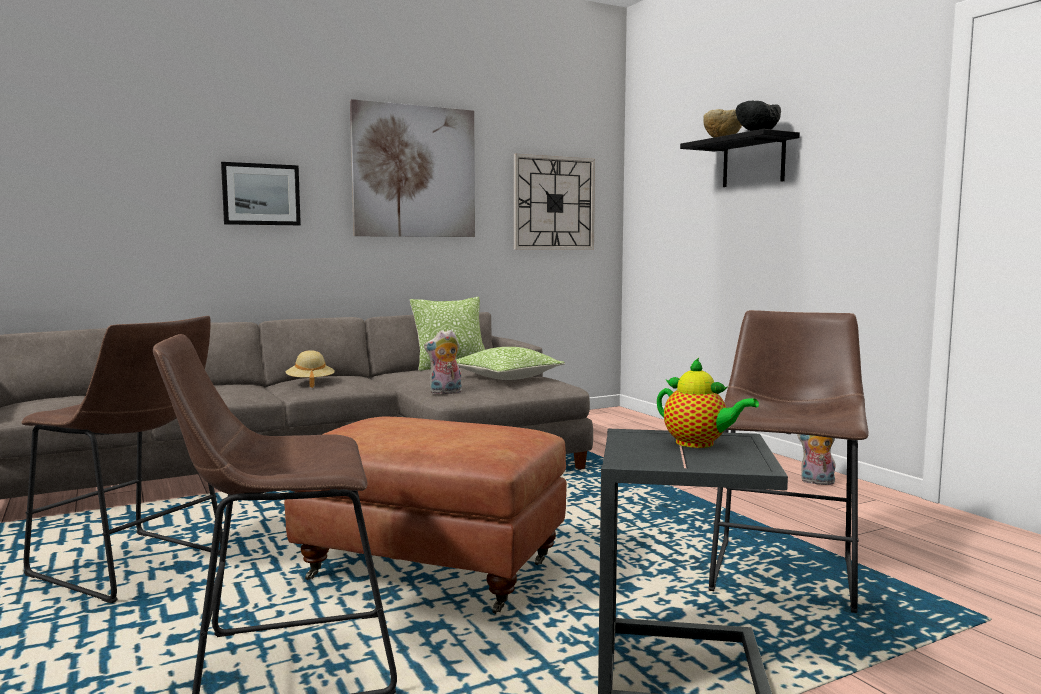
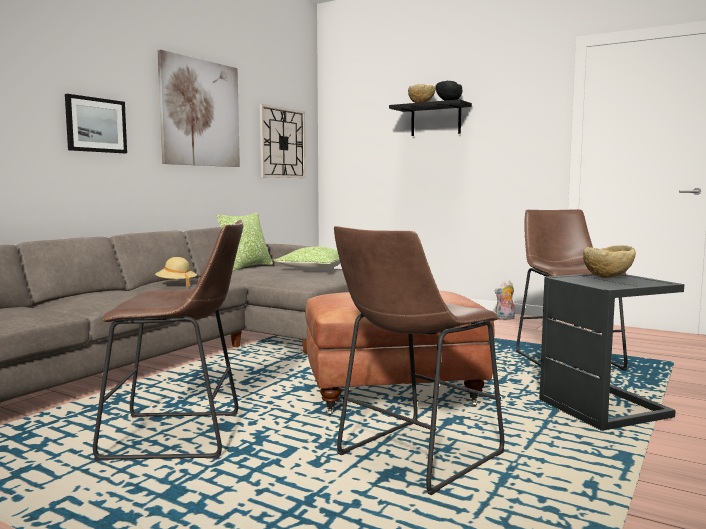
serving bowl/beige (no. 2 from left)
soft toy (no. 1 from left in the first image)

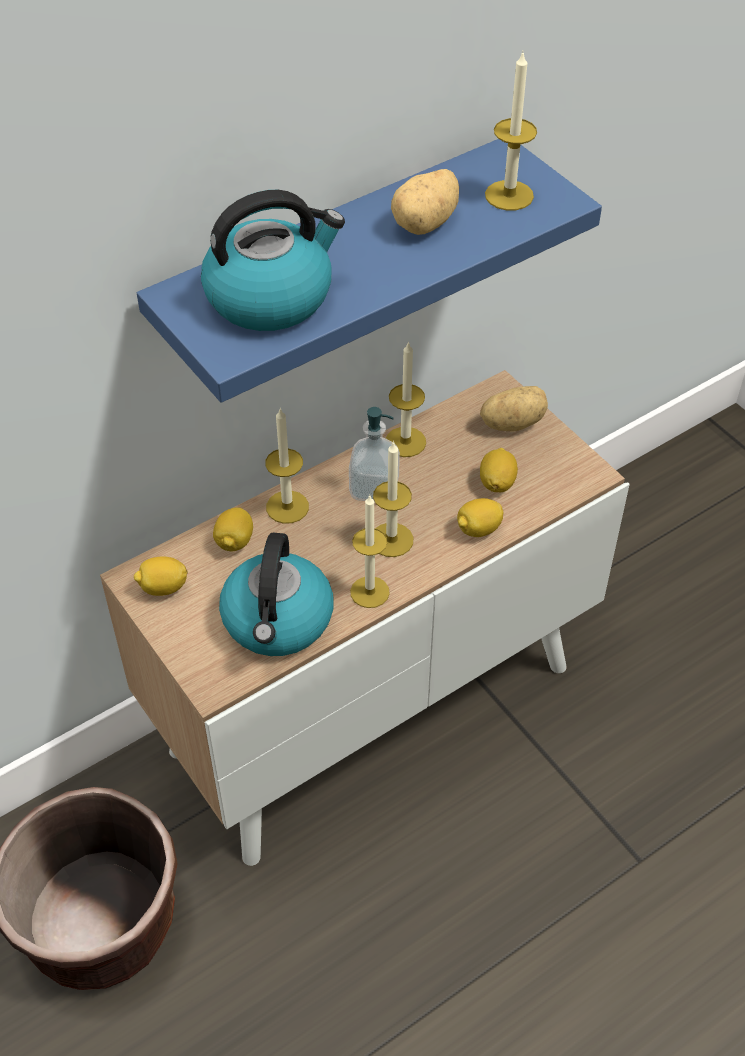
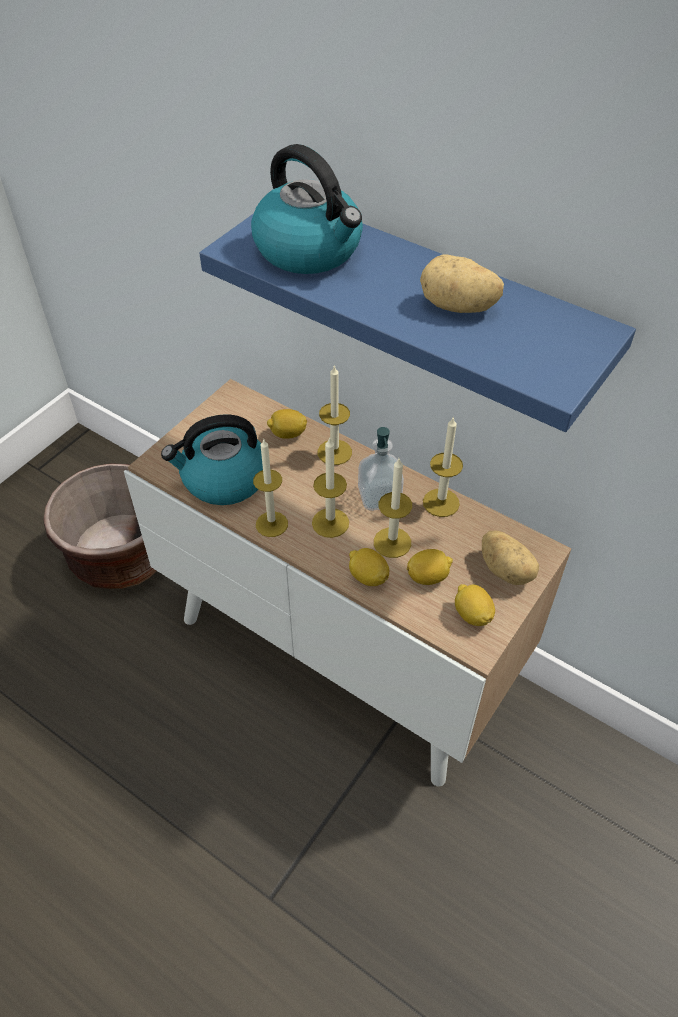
candle (no. 4 from left)
lemon (no. 4 from left)

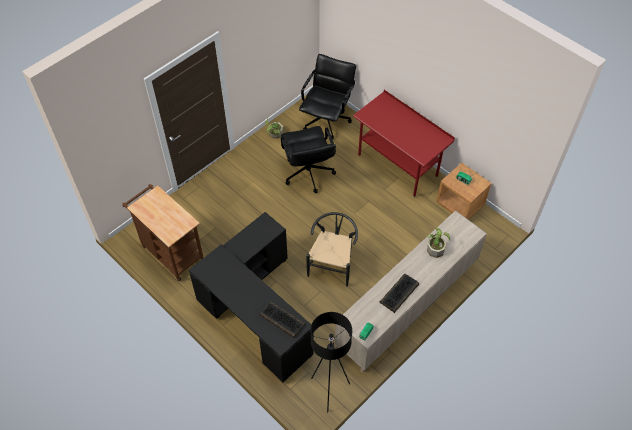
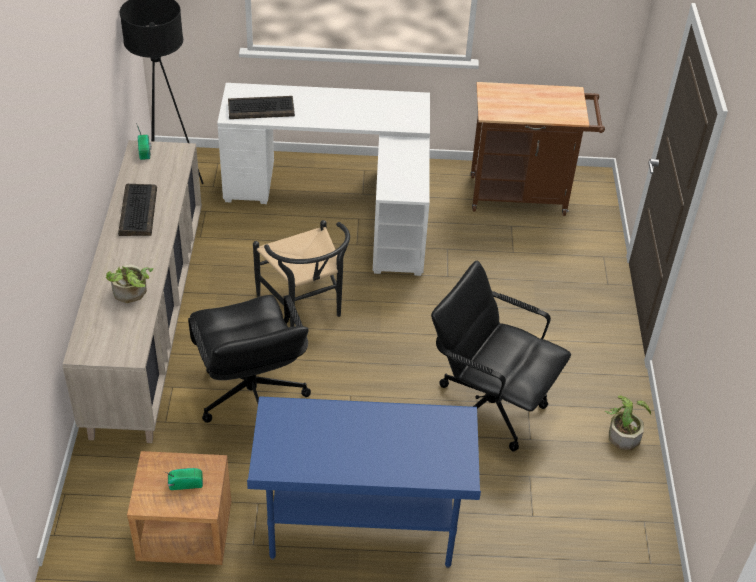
computer chair/black (no. 1 from left)
desk/white
desk/blue-coloured

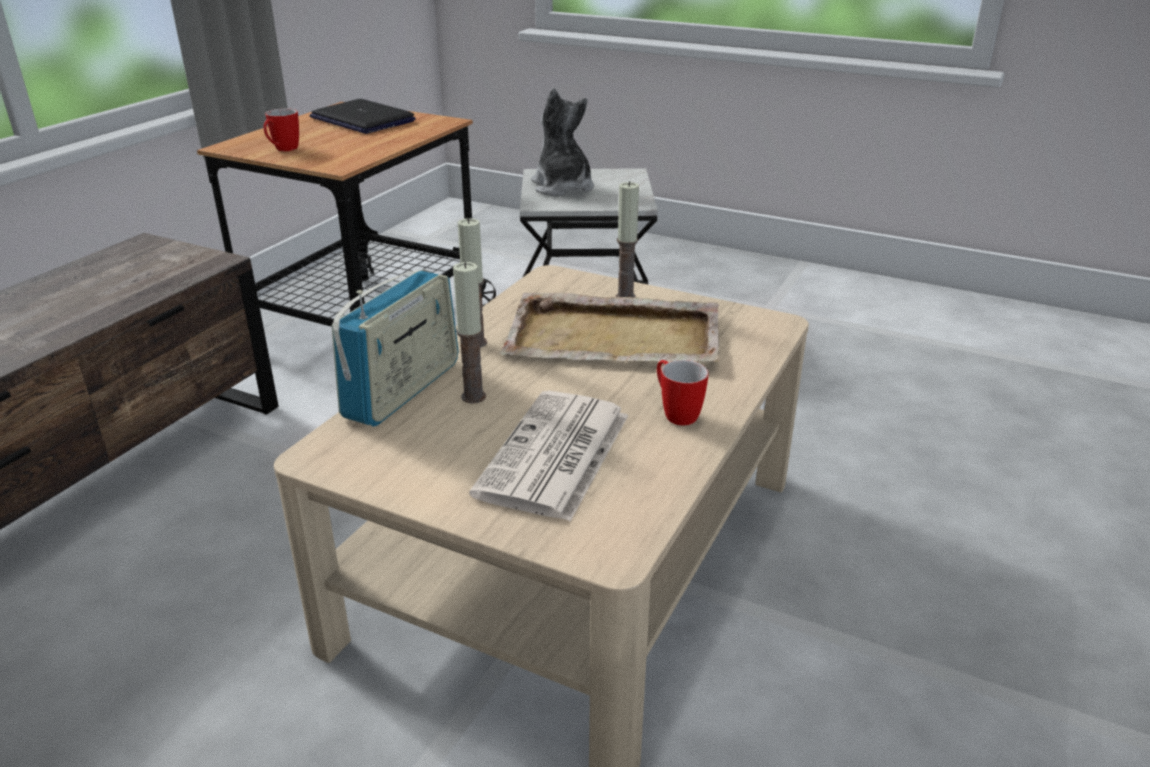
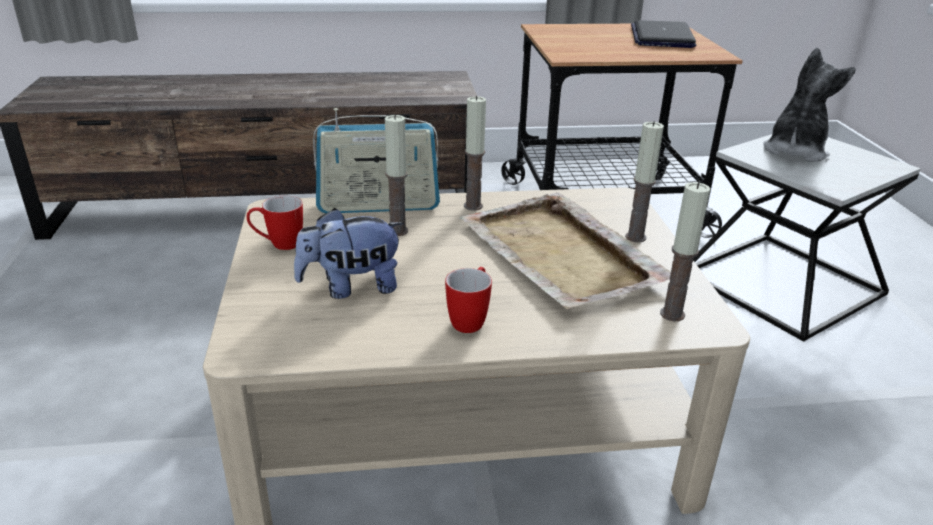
mug (no. 1 from left)
soft toy (no. 1 from left)
candle (no. 4 from left)

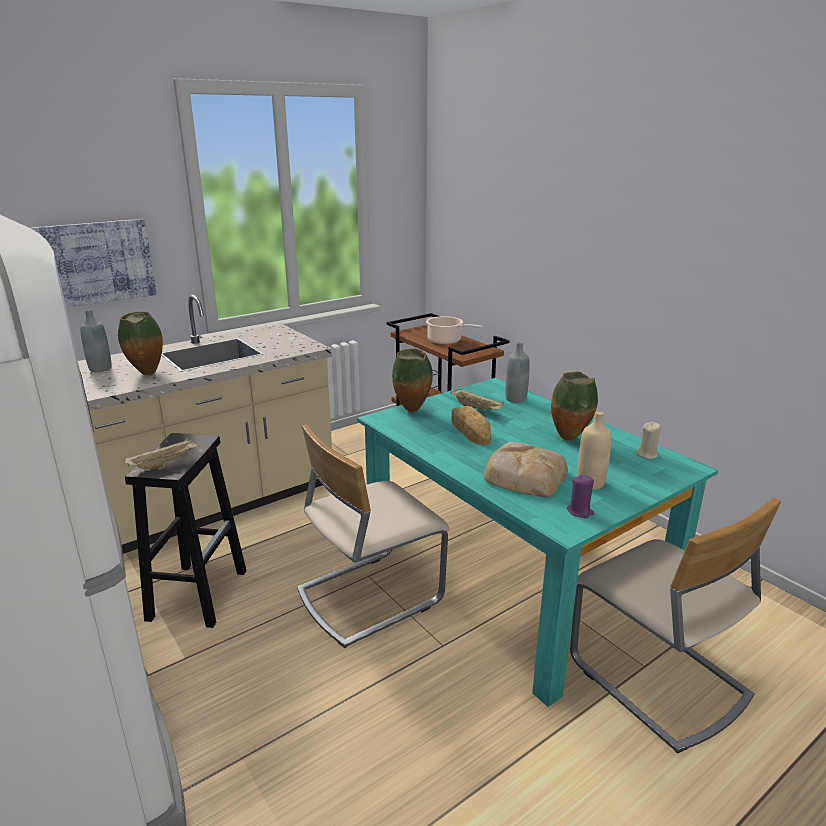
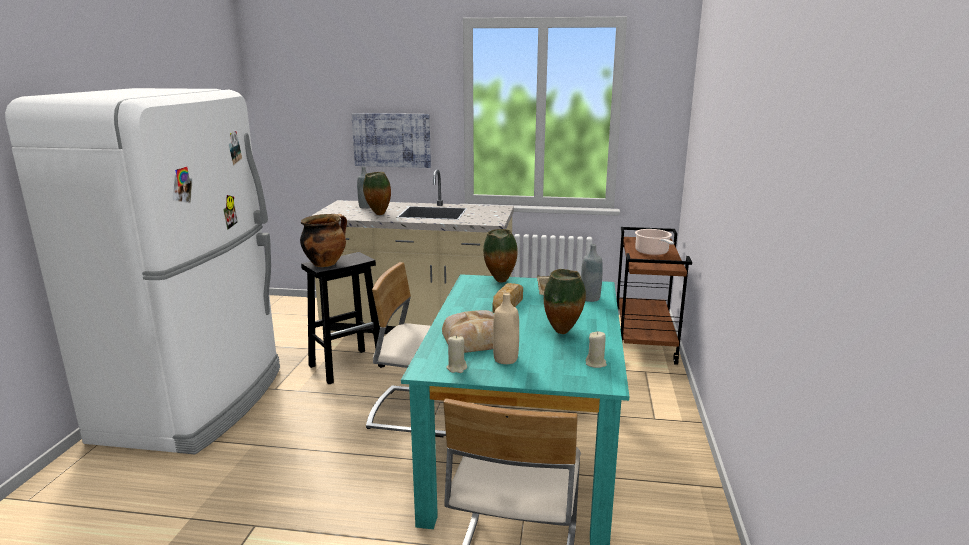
cooking pot (no. 1 from left)
candle/beige (no. 1 from left)

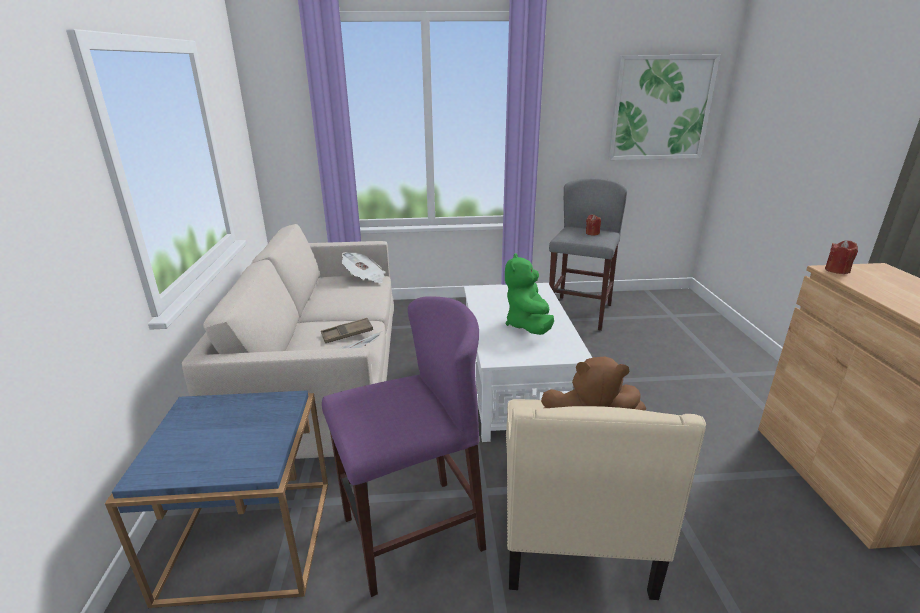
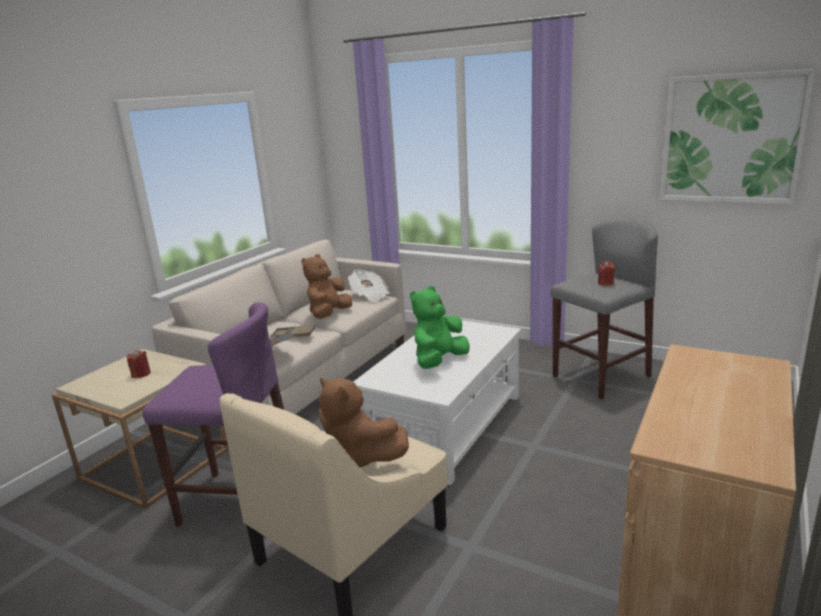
end table/beige
candle/red-coloured (no. 1 from left)
soft toy/brown-coloured (no. 1 from left)

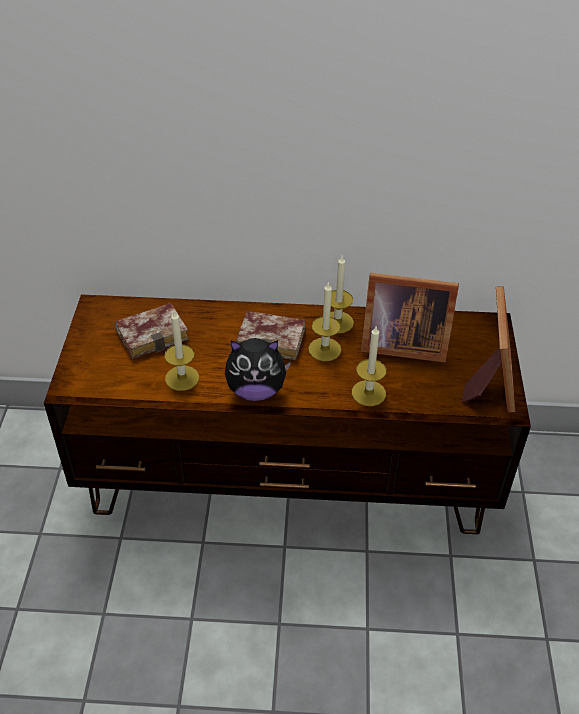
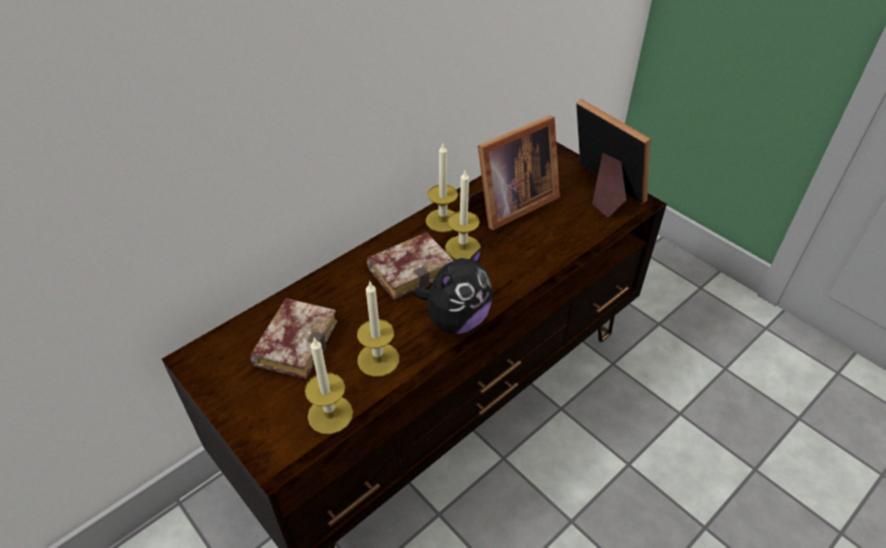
candle (no. 1 from left)

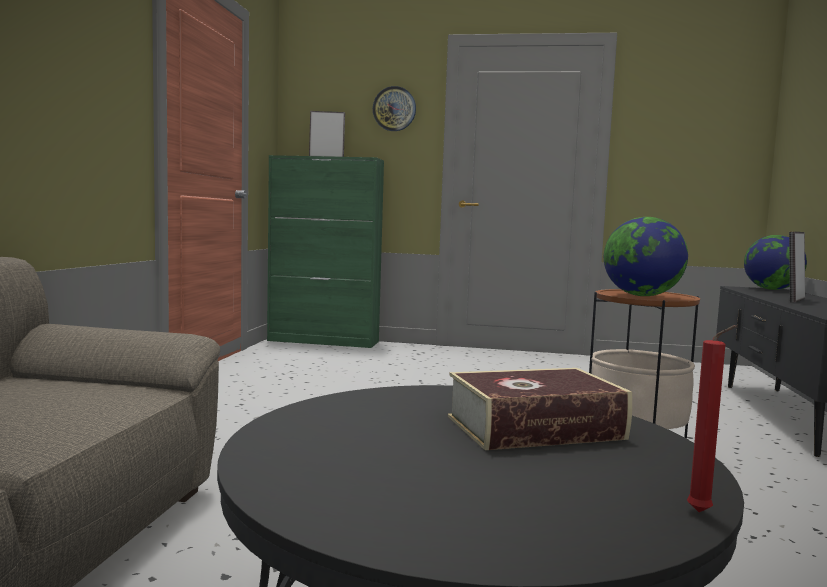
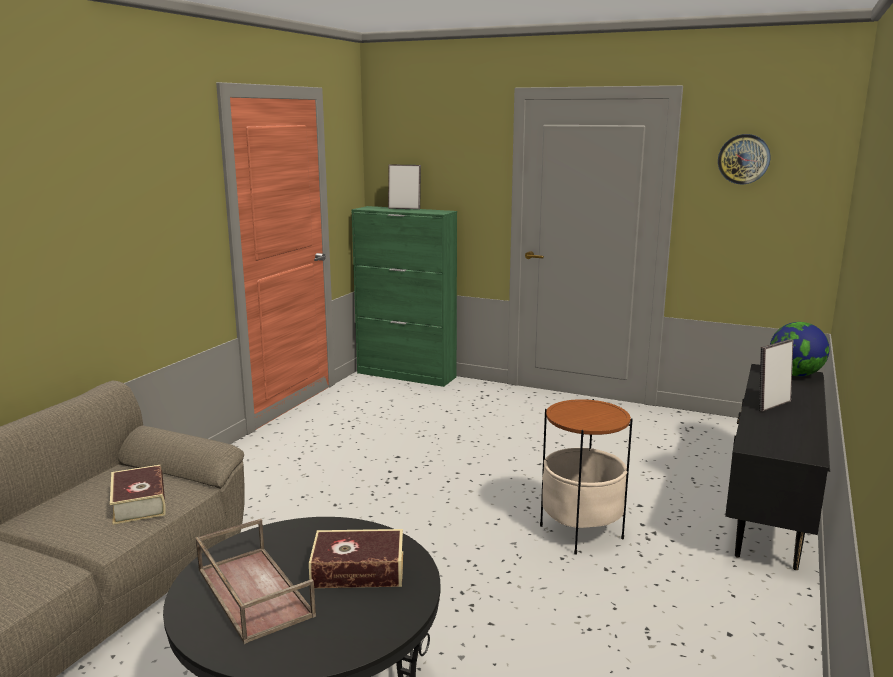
volume (no. 1 from left)
tray/brown-coloured
wall clock
globe (no. 1 from left in the first image)
candle/red-coloured

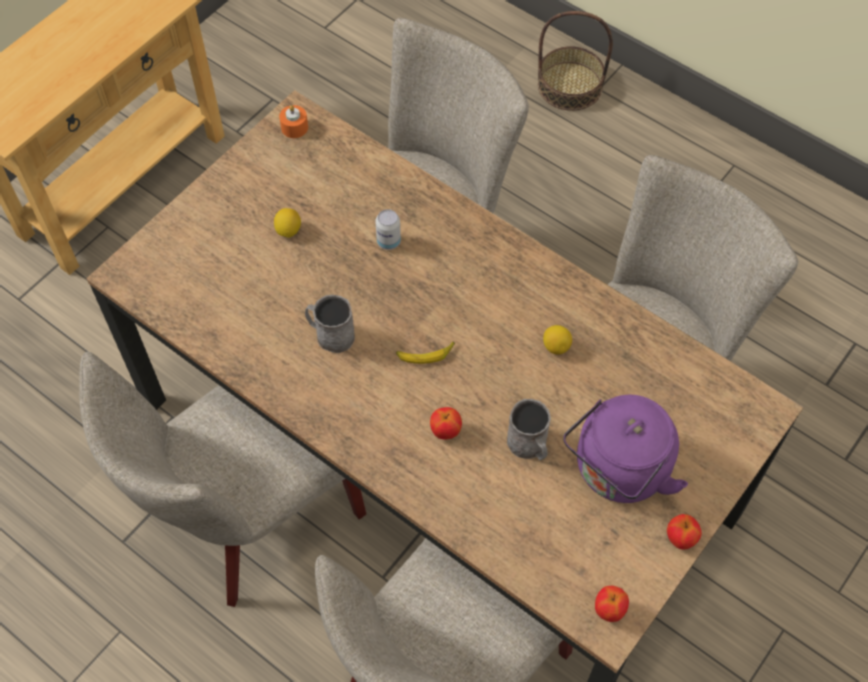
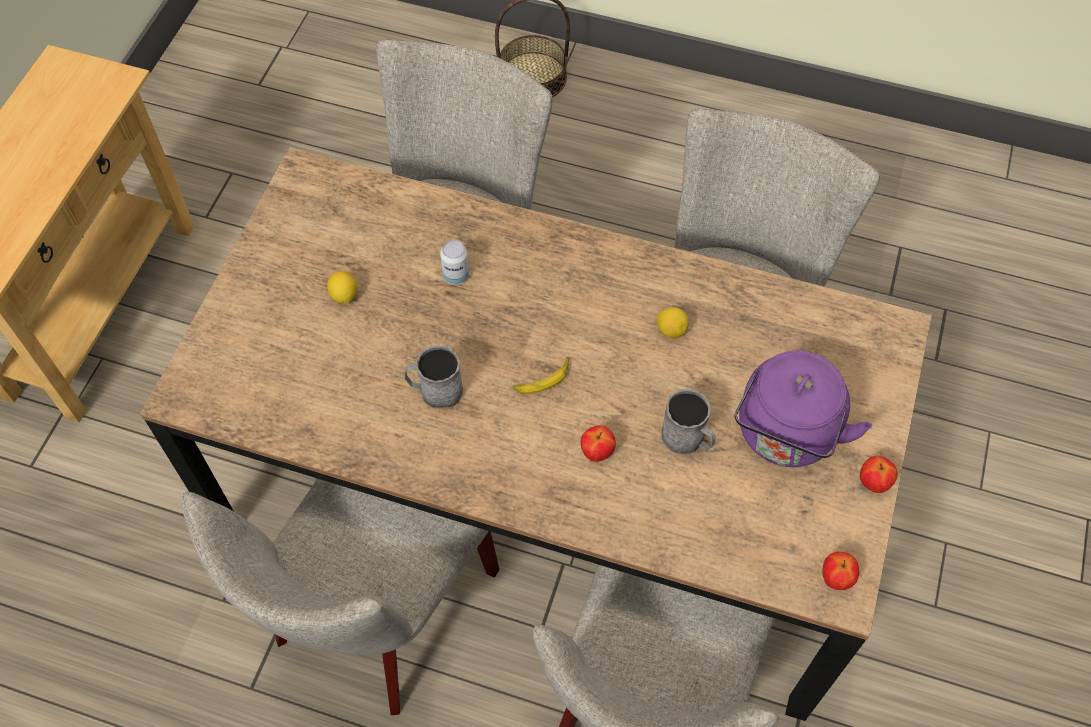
candle/orangey

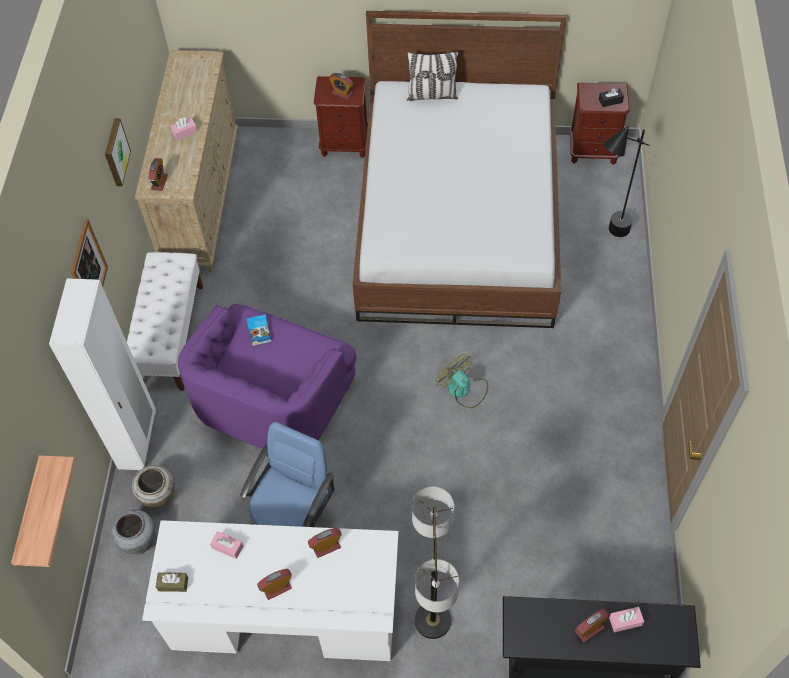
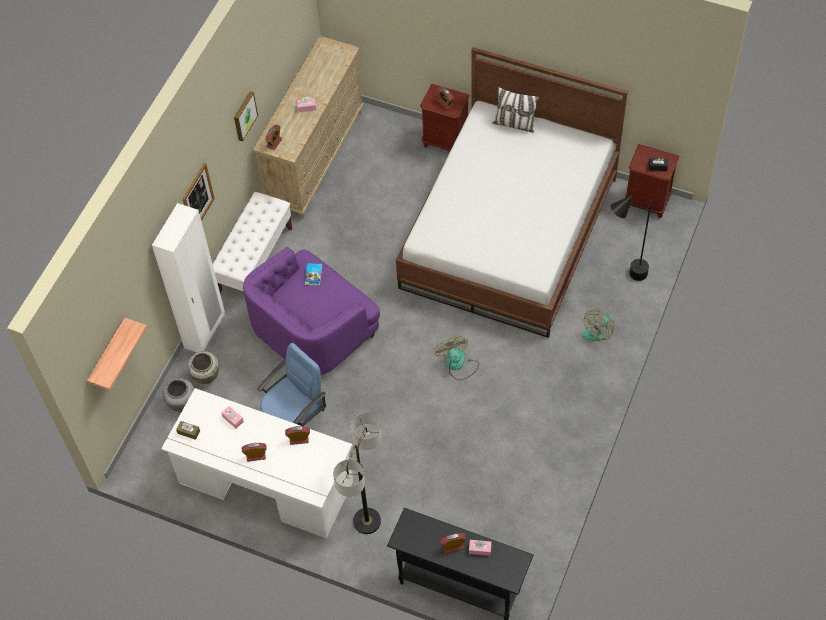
fan (no. 2 from left)

